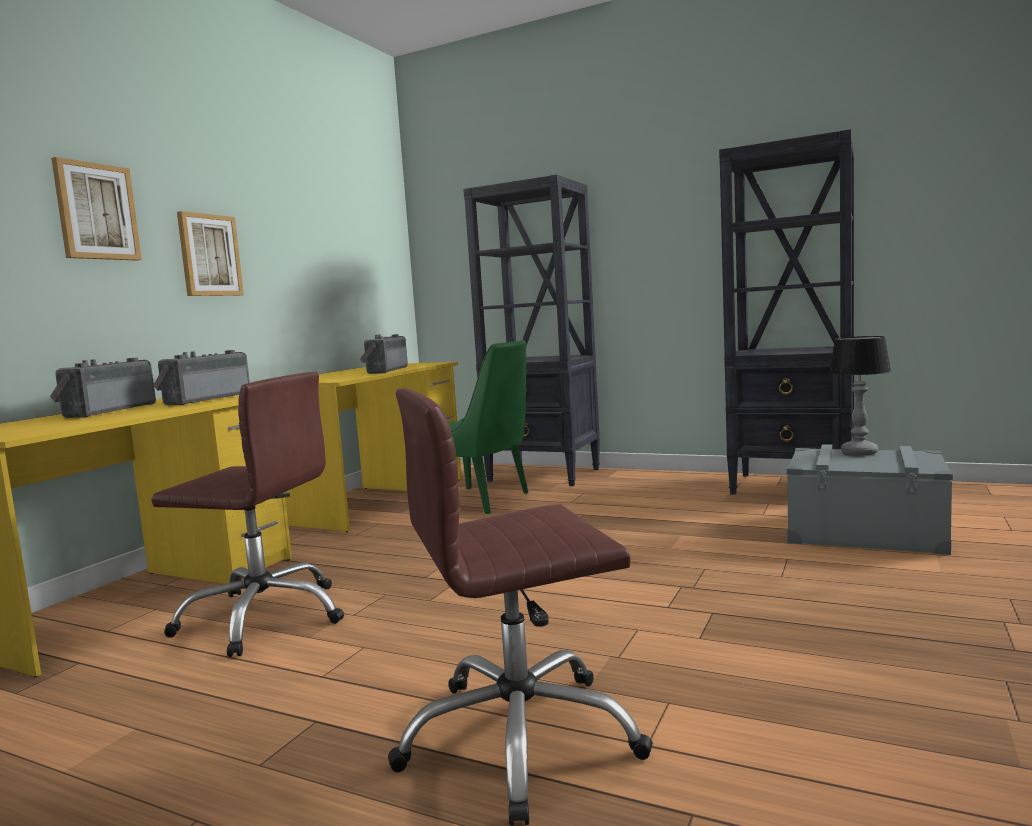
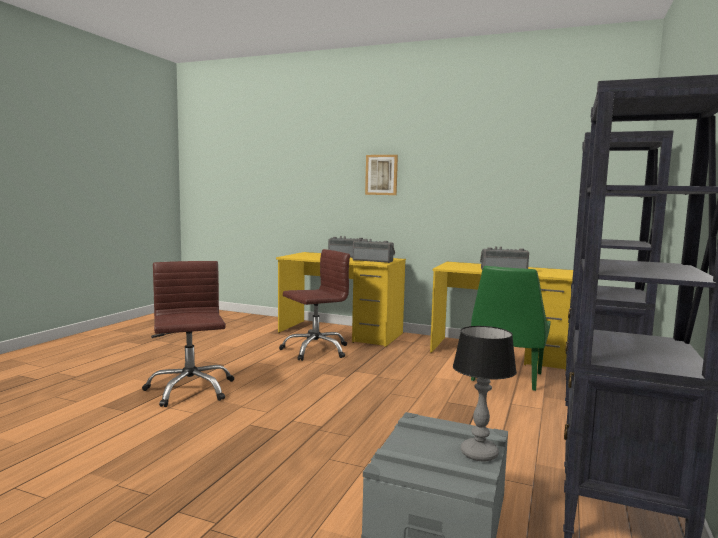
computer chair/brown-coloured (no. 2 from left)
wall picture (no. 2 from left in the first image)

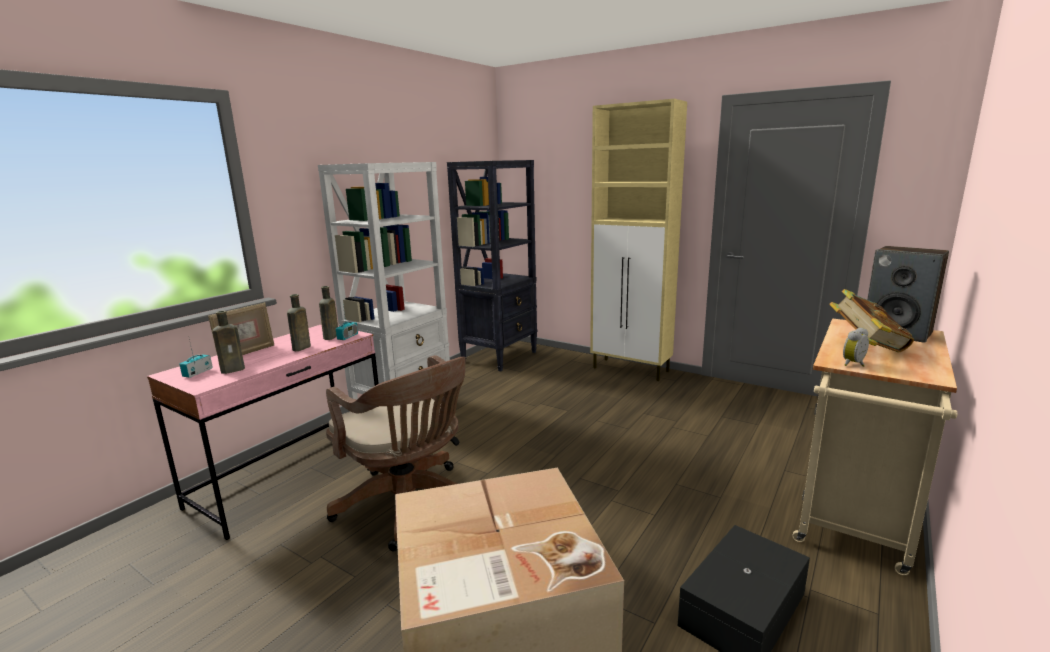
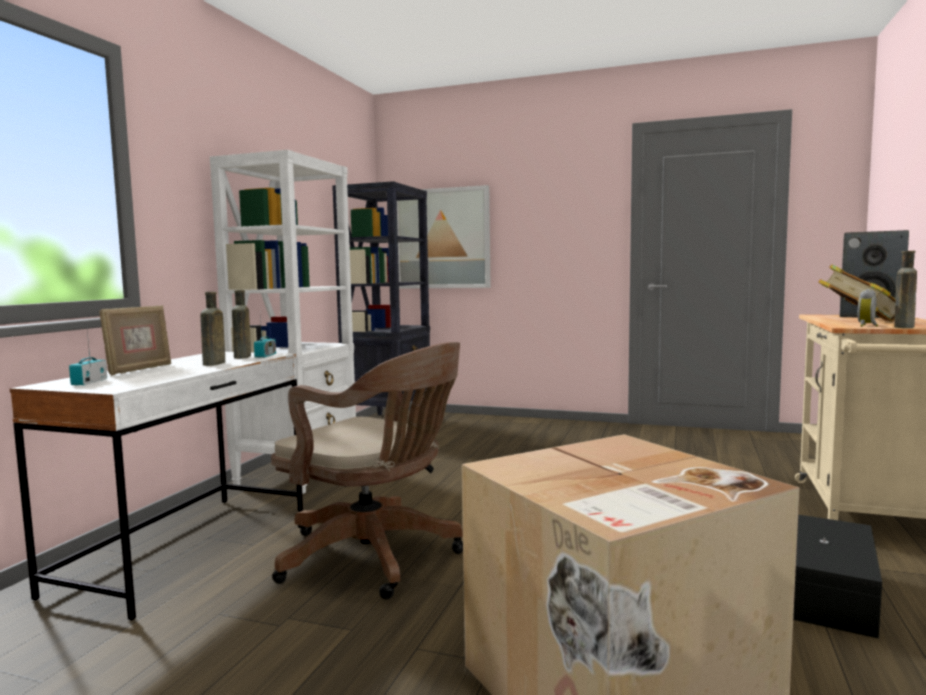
desk/white
wall picture
beverage bottle/brown-coloured (no. 3 from left)
cupboard/beige

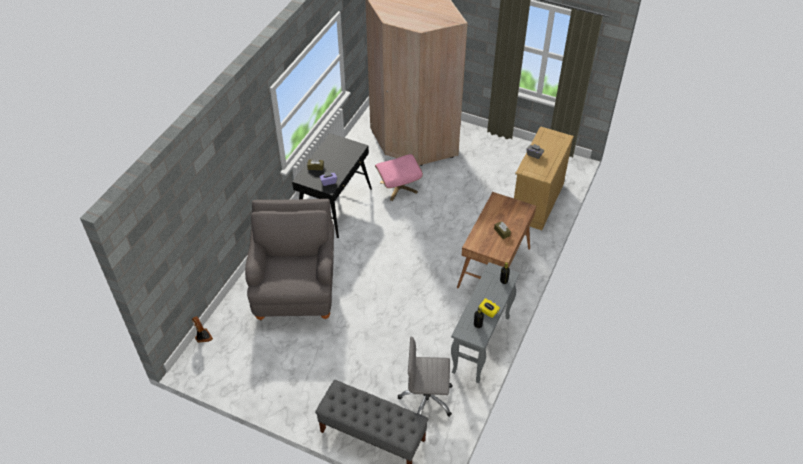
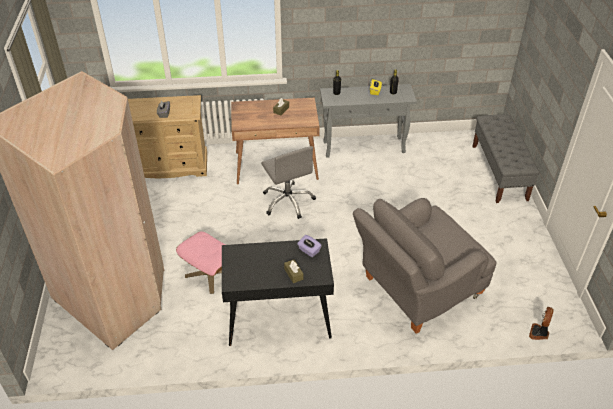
computer chair/grey

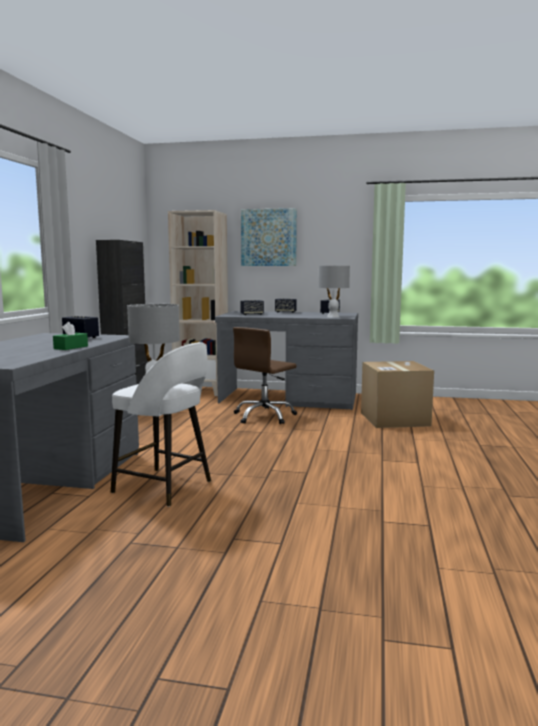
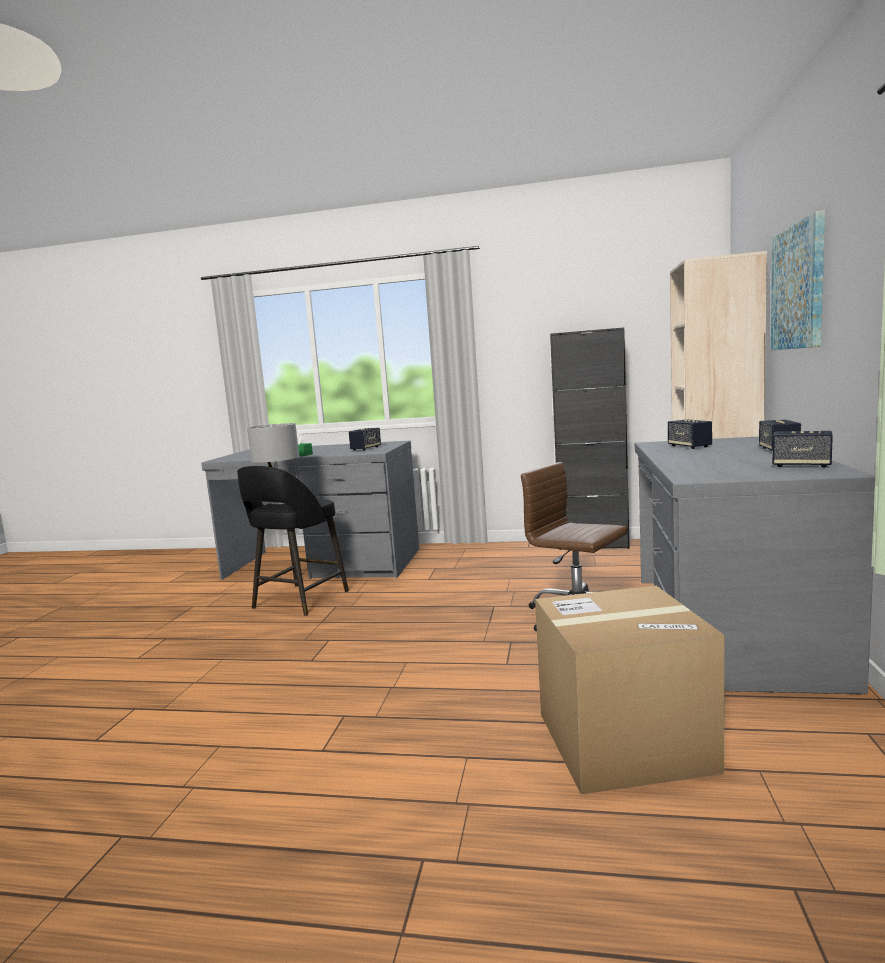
stool seat/black
table lamp/grey (no. 2 from left in the first image)

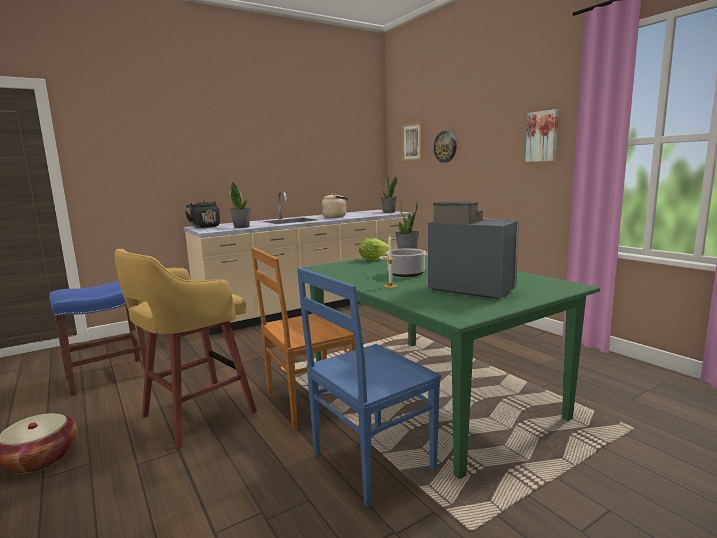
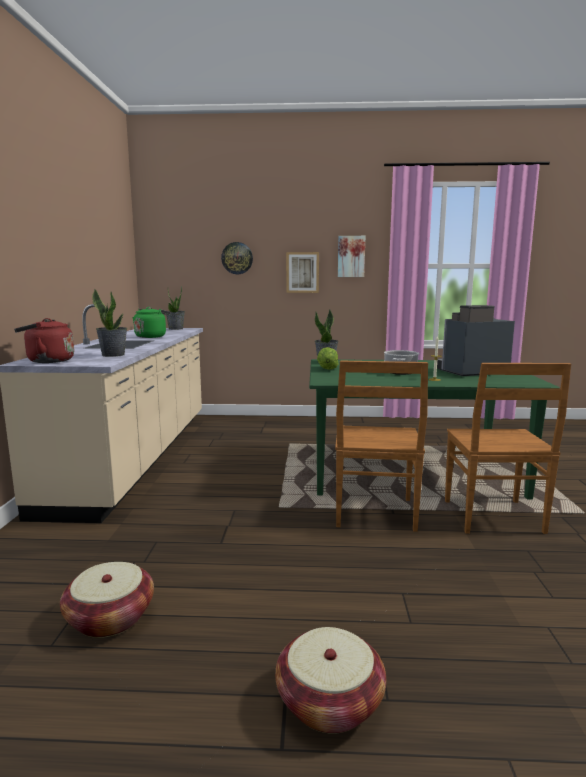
water kettle/red-coloured
basket (no. 1 from left)
water kettle/greenish
wall picture (no. 1 from left)
plain chair/brown-coloured (no. 2 from left)
stool seat/yellow

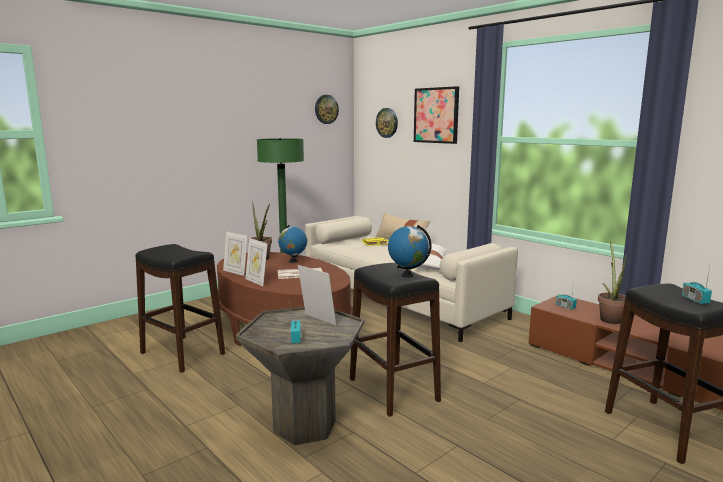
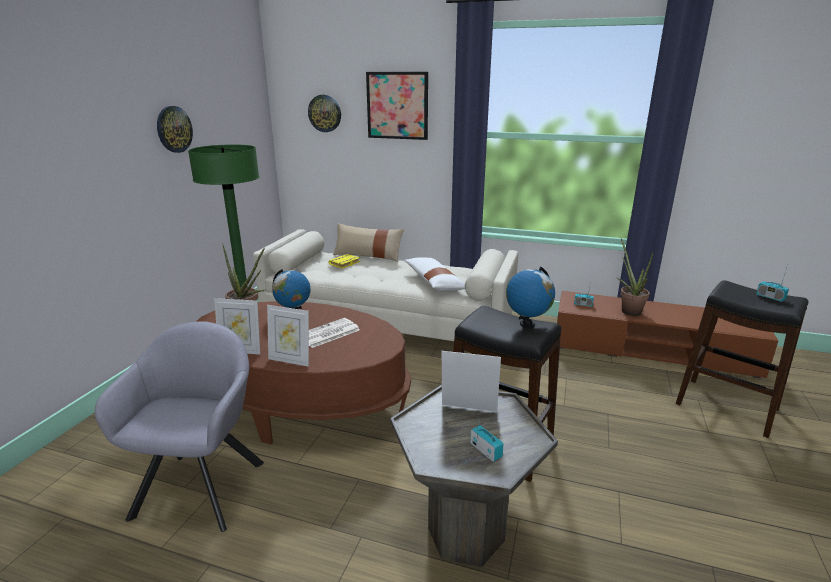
armchair/grey
wall clock (no. 1 from left)

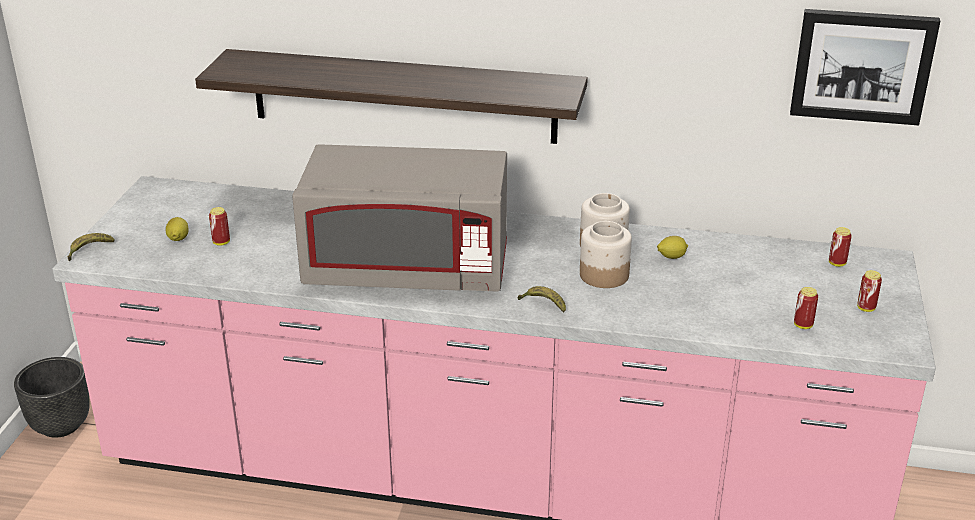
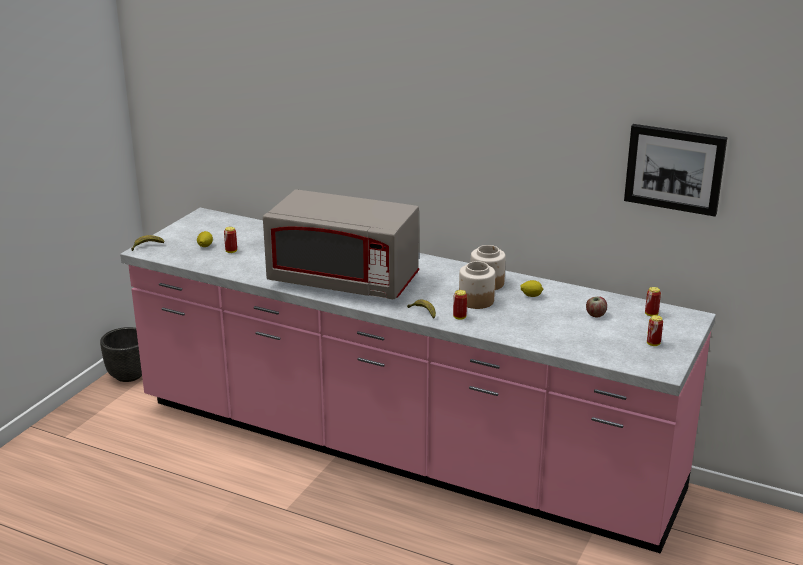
can (no. 2 from left)
whole apple
bracket shelf

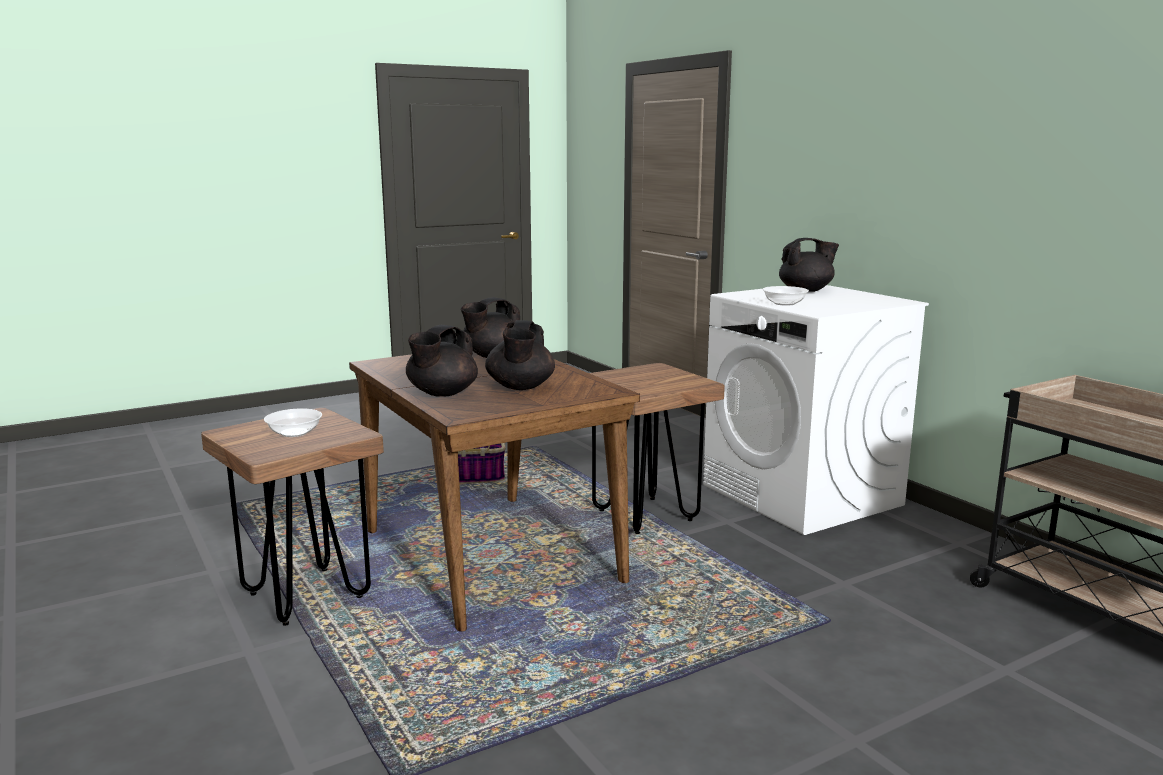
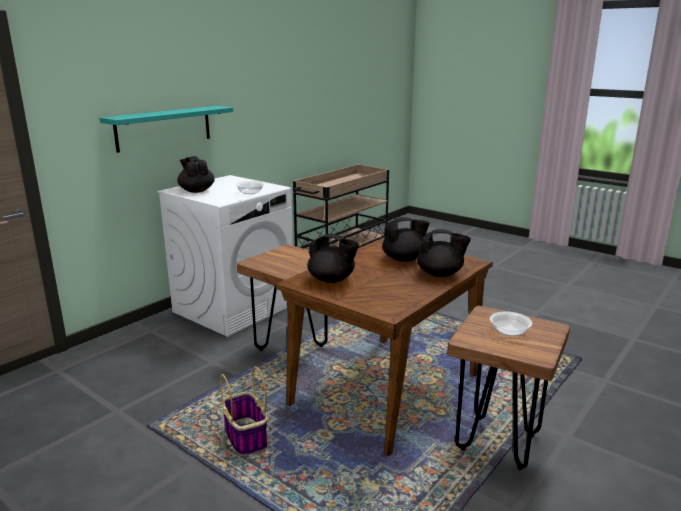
bracket shelf/turquoise

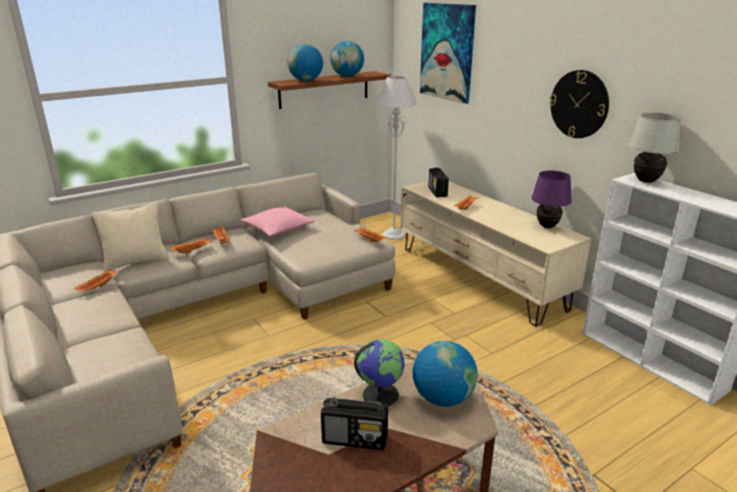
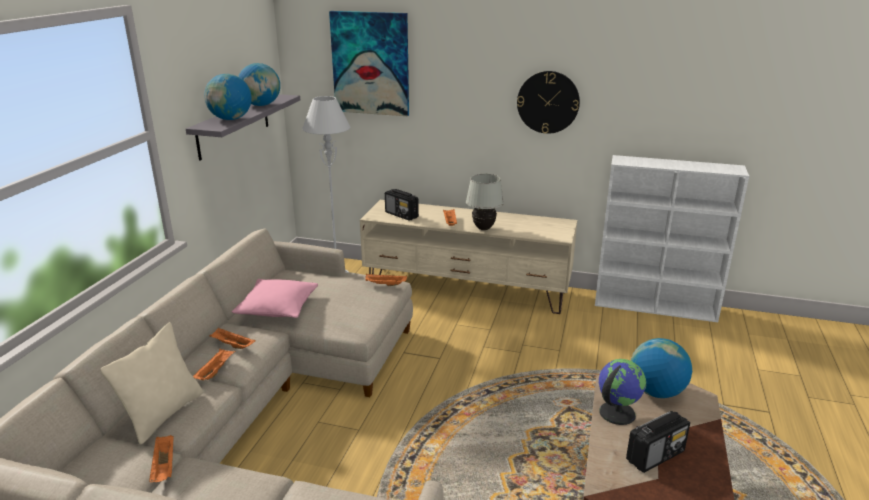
bracket shelf/grey
table lamp/white
table lamp/purple

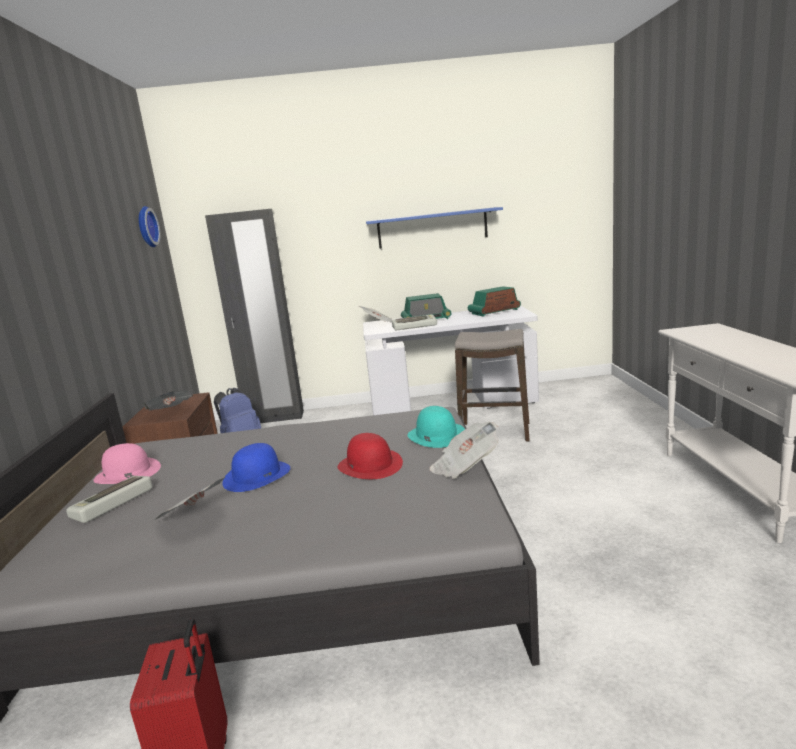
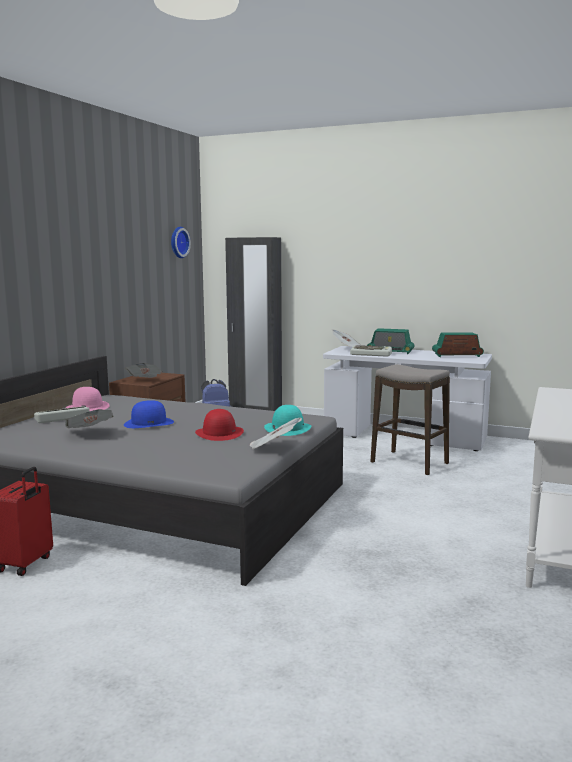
bracket shelf/blue-coloured

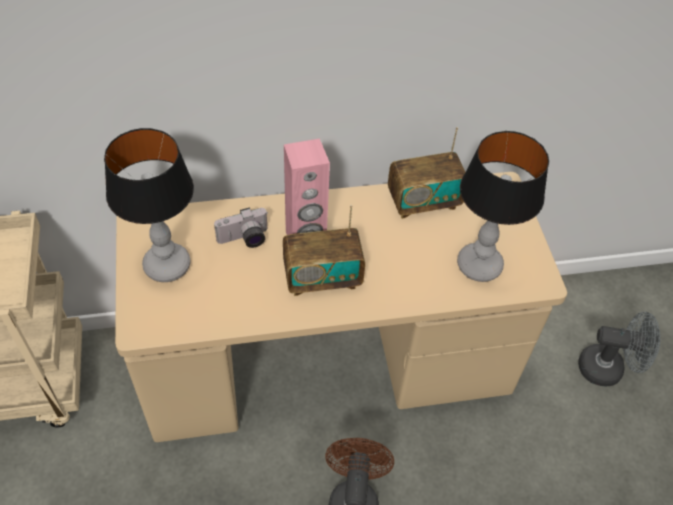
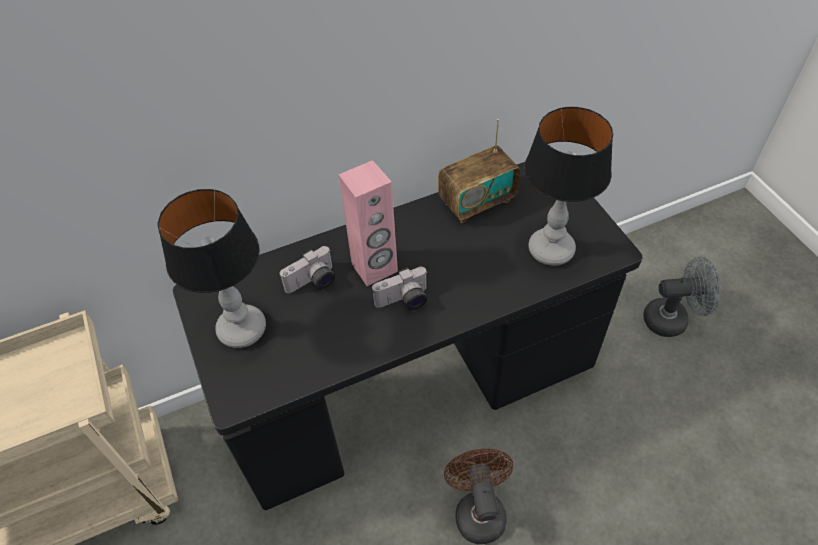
desk/black
photo camera (no. 2 from left)

